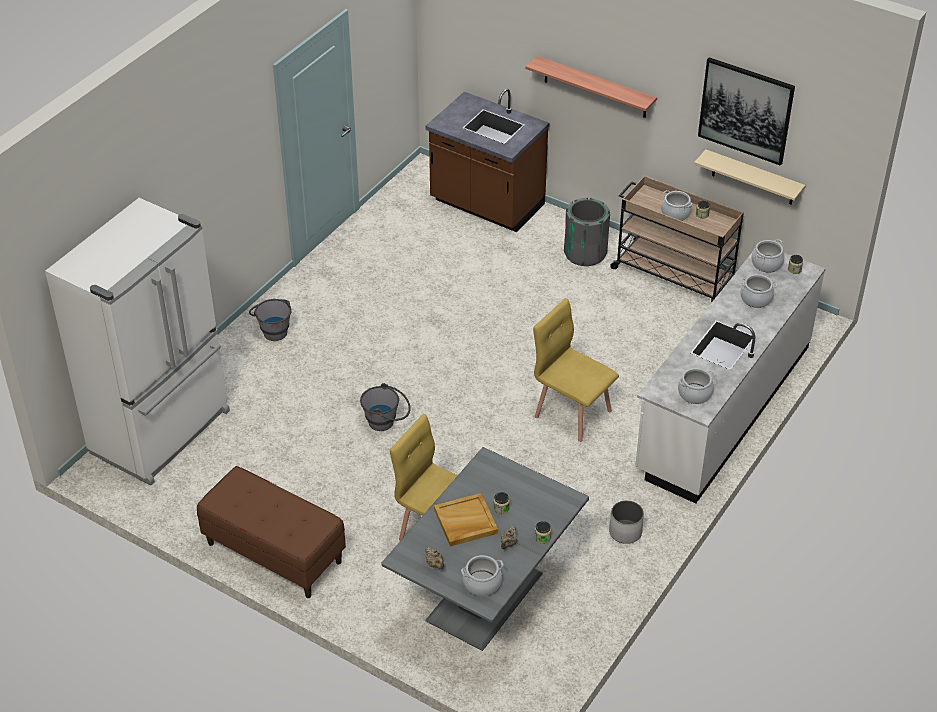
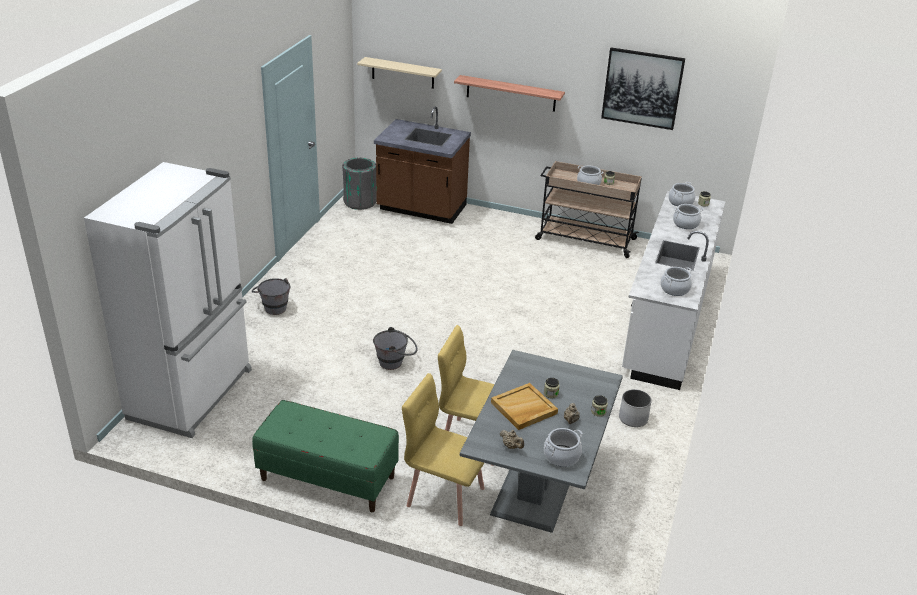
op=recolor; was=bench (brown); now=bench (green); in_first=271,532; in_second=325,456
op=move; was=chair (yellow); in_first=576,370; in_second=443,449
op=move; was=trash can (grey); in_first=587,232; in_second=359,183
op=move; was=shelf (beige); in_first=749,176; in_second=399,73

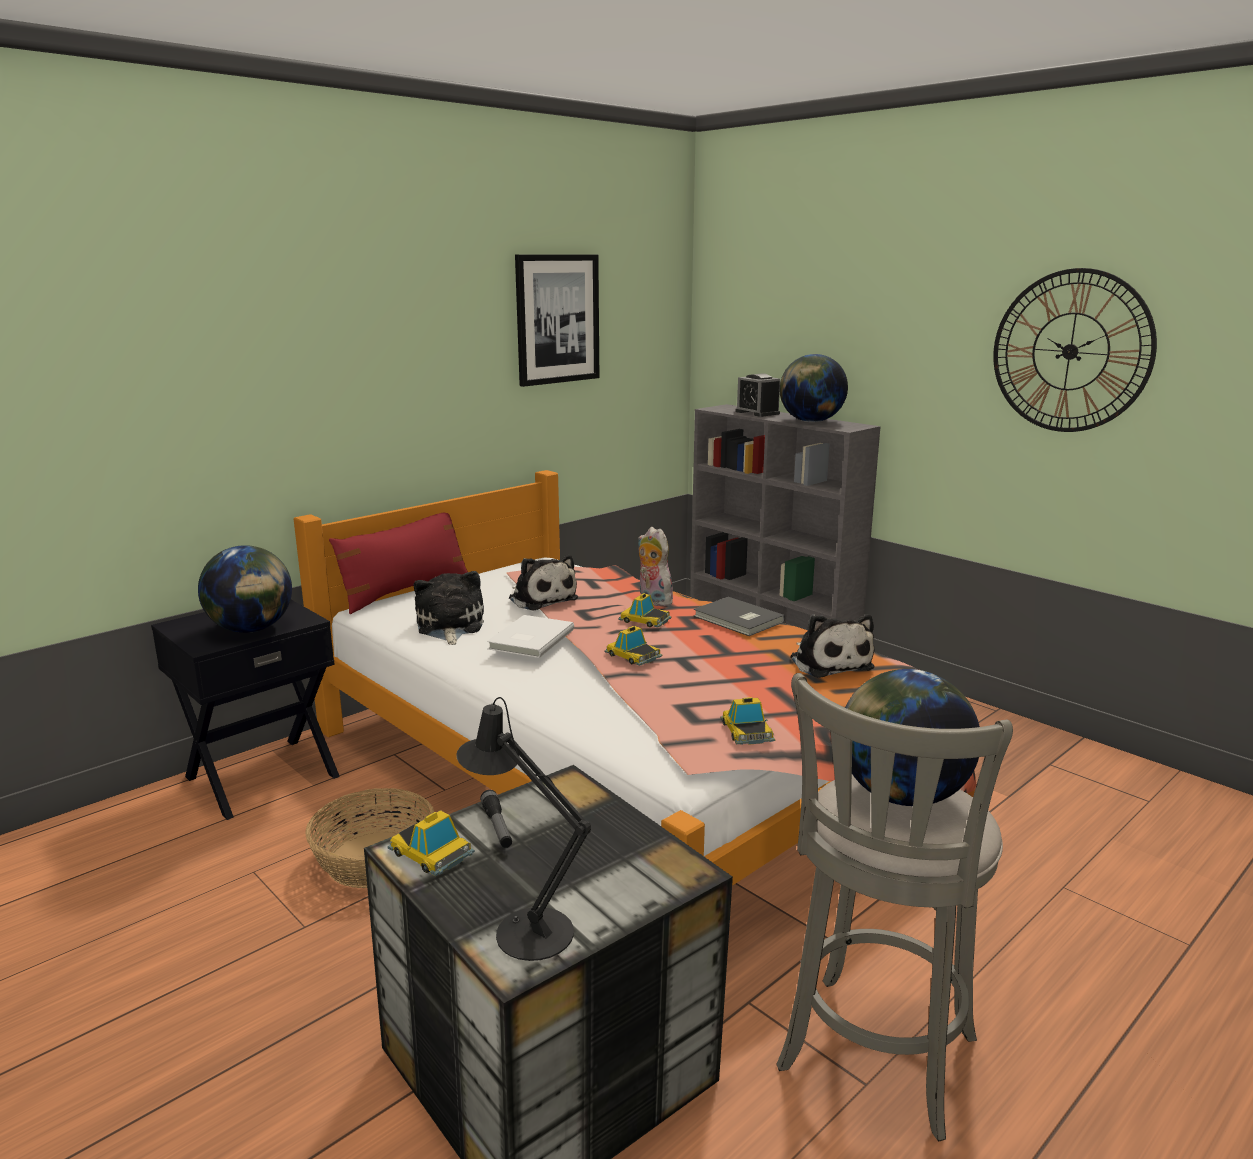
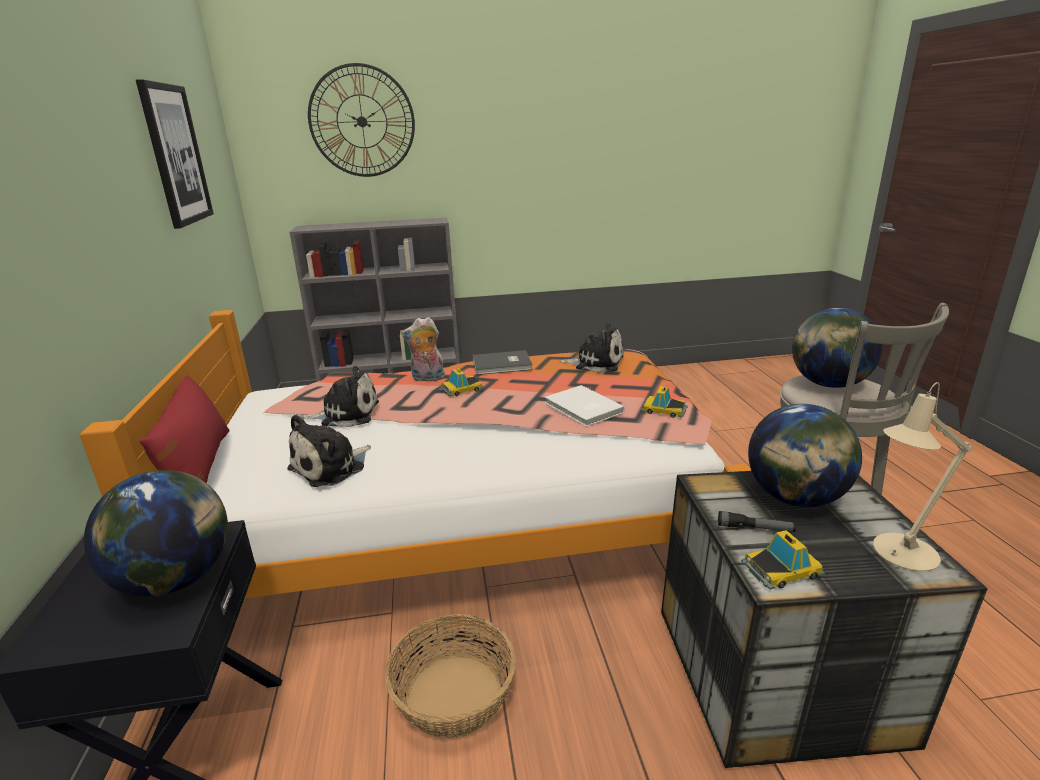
op=rotate; was=plush toy; in_first=449,608; in_second=329,450; clockwise=-75
op=recolor; was=table lamp (black); now=table lamp (beige); in_first=523,829; in_second=922,476
op=move; was=book (white); in_first=530,636; in_second=584,406
op=delete; was=toy car; in_first=634,646
op=delete; was=alarm clock; in_first=758,395
op=move; was=globe; in_first=814,388; in_second=805,455
op=move; was=wall clock; in_first=1075,350; in_second=361,120

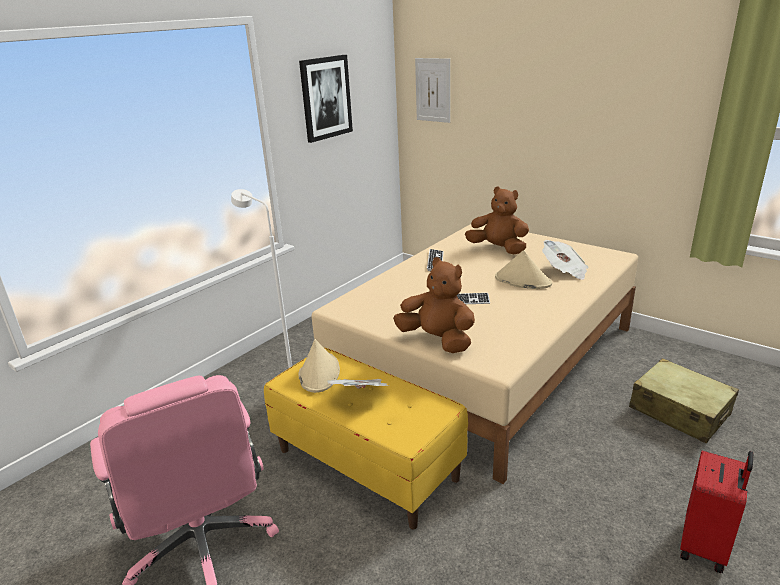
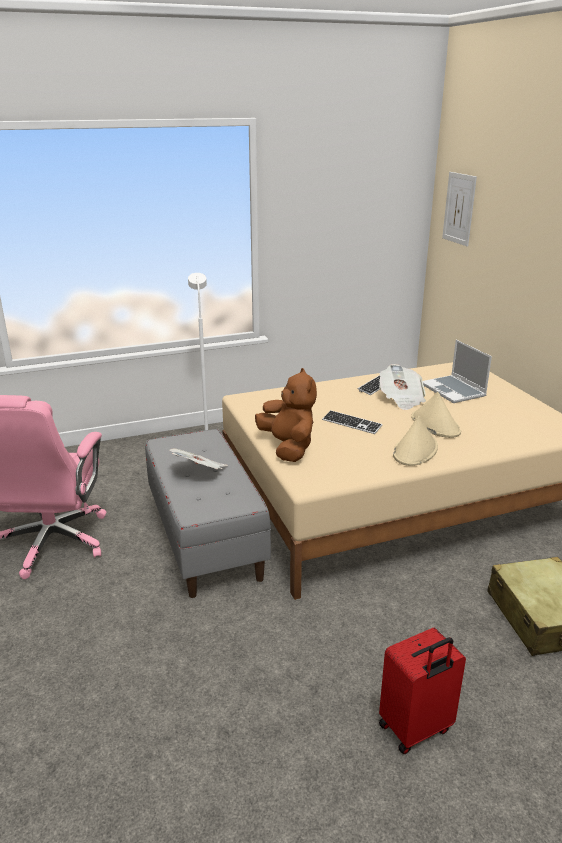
op=recolor; was=bench (yellow); now=bench (grey); in_first=366,438; in_second=208,513
op=delete; was=picture; in_first=326,99
op=move; was=hat (beige); in_first=319,366; in_second=415,441
op=replace; was=plush toy (brown); now=laptop; in_first=497,220; in_second=457,371
op=move; was=newspaper; in_first=565,260; in_second=402,387

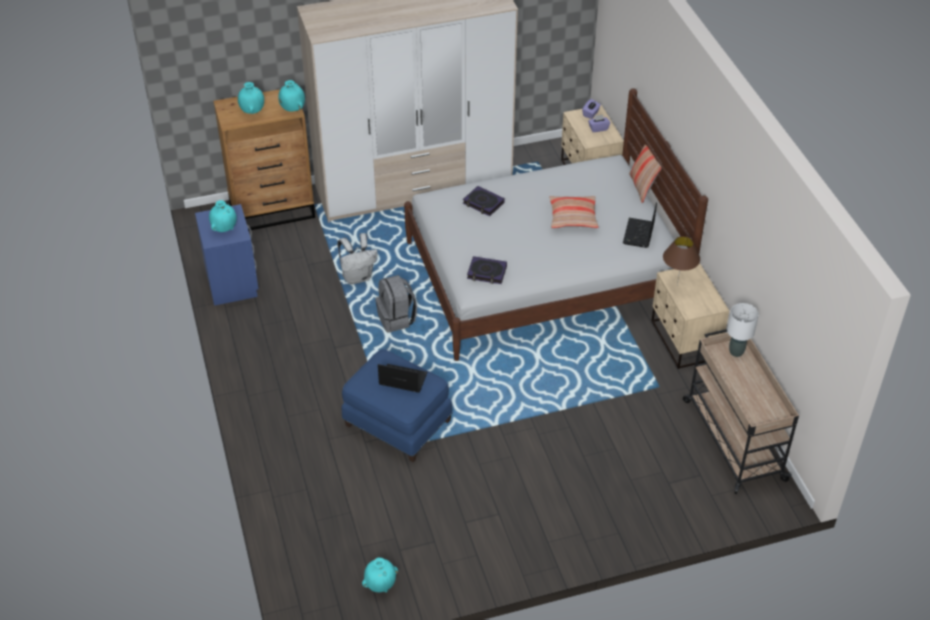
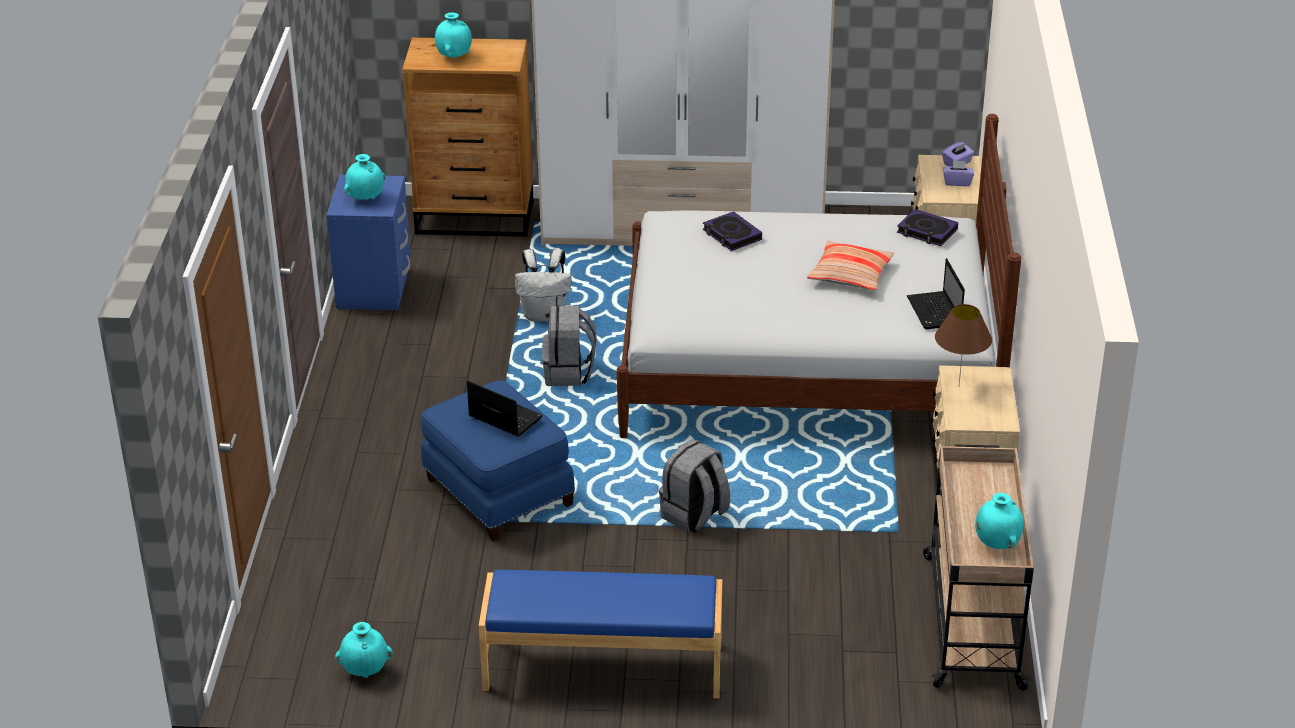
op=move; was=vase (turquoise); in_first=291,96; in_second=999,521
op=move; was=book; in_first=487,270; in_second=927,227
op=rotate; was=laptop; in_first=640,225; in_second=936,293; clockwise=-45
op=delete; was=pillow; in_first=645,172
op=delete; was=table lamp (white); in_first=743,330
op=insert; now=bench (blue); in_second=600,634
op=insert; now=backpack (grey); in_second=694,486

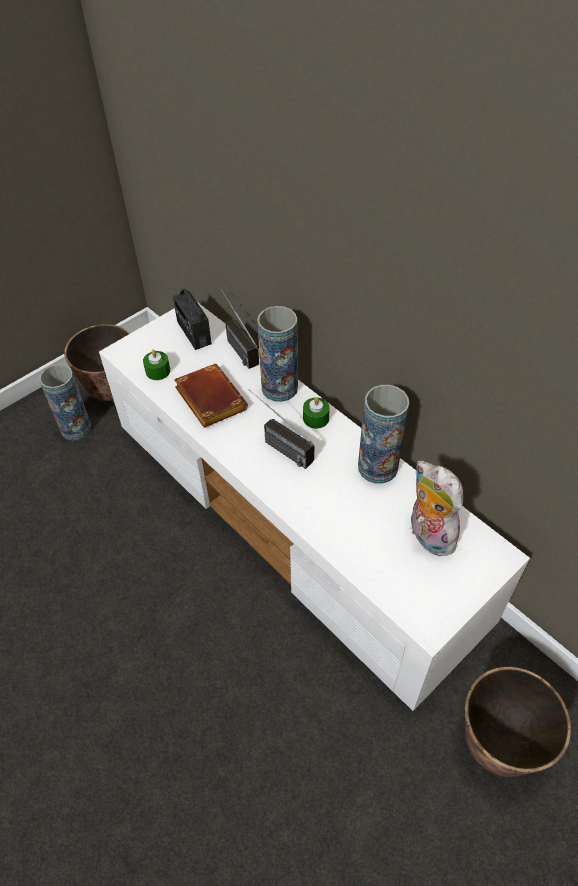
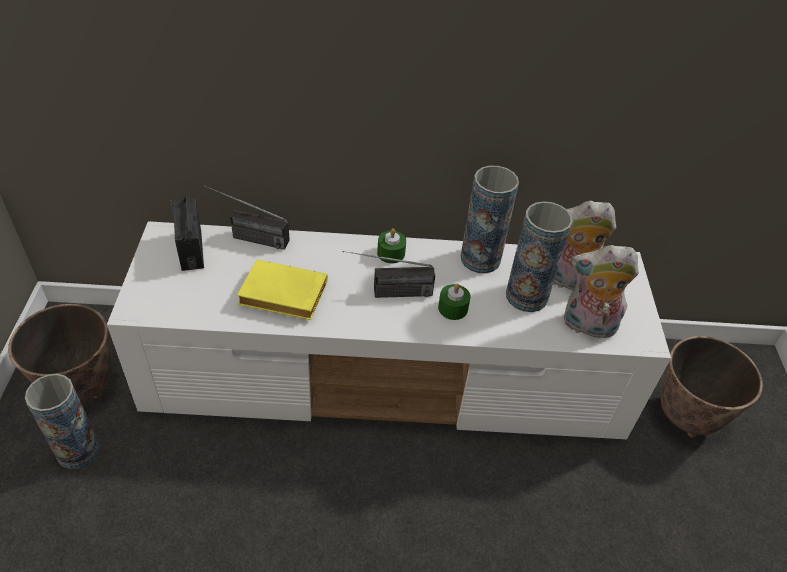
op=move; was=candle (green); in_first=156,365; in_second=454,301
op=rotate; was=radio; in_first=192,319; in_second=187,233; clockwise=60
op=recolor; was=book (brown); now=book (yellow); in_first=211,396; in_second=282,290
op=move; was=vase; in_first=277,354; in_second=539,256
op=insert; now=plush toy; in_second=601,293

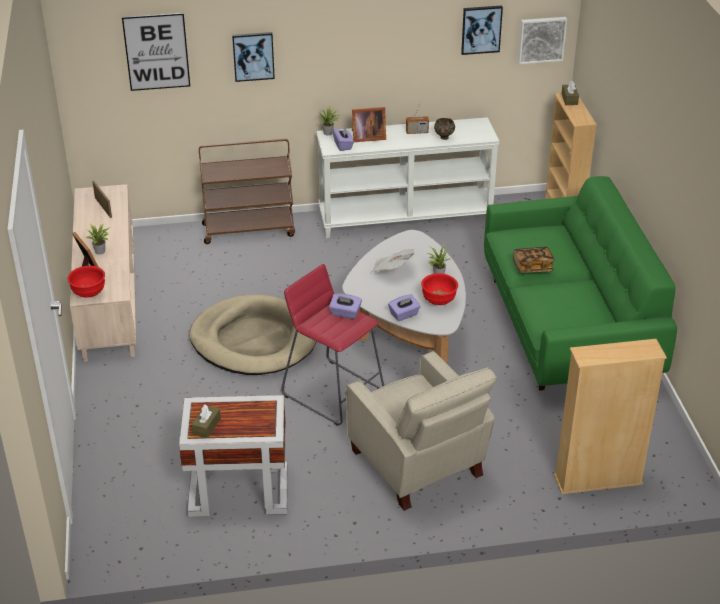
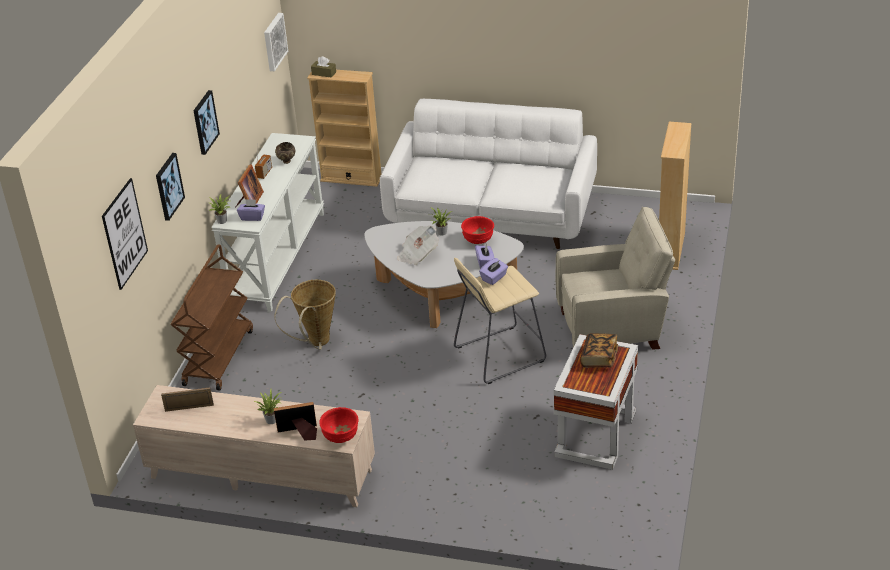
op=delete; was=dog bed (beige); in_first=253,335
op=delete; was=tissue box (brown); in_first=206,421
op=recolor; was=stool (red); now=stool (beige); in_first=332,345; in_second=500,321
op=move; was=picture; in_first=482,30; in_second=206,122
op=recolor; was=sofa (green); now=sofa (white); in_first=580,283; in_second=488,174
op=move; was=book; in_first=534,260; in_second=599,350
op=insert; now=basket; in_second=305,314

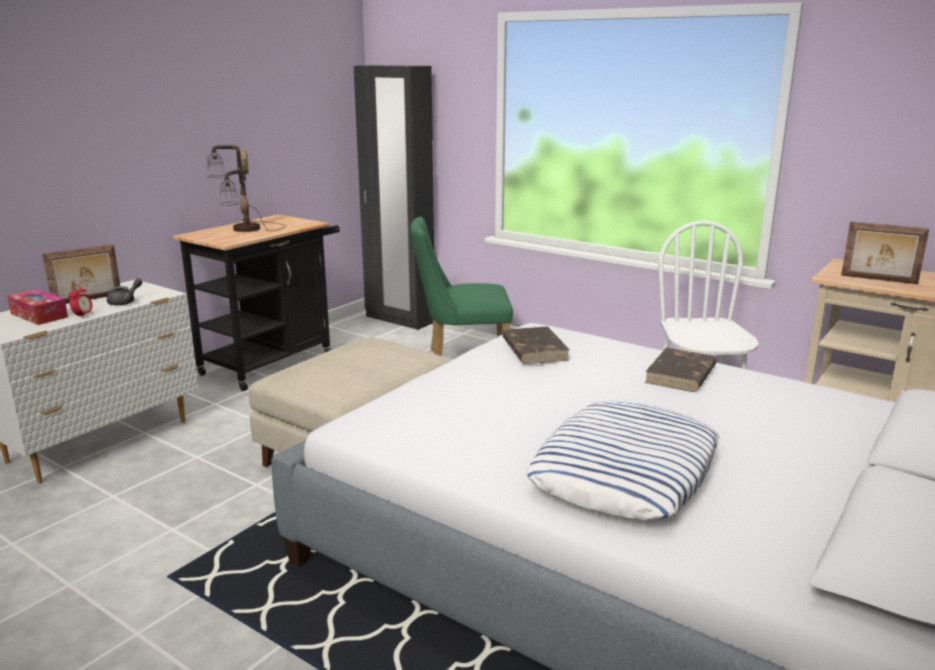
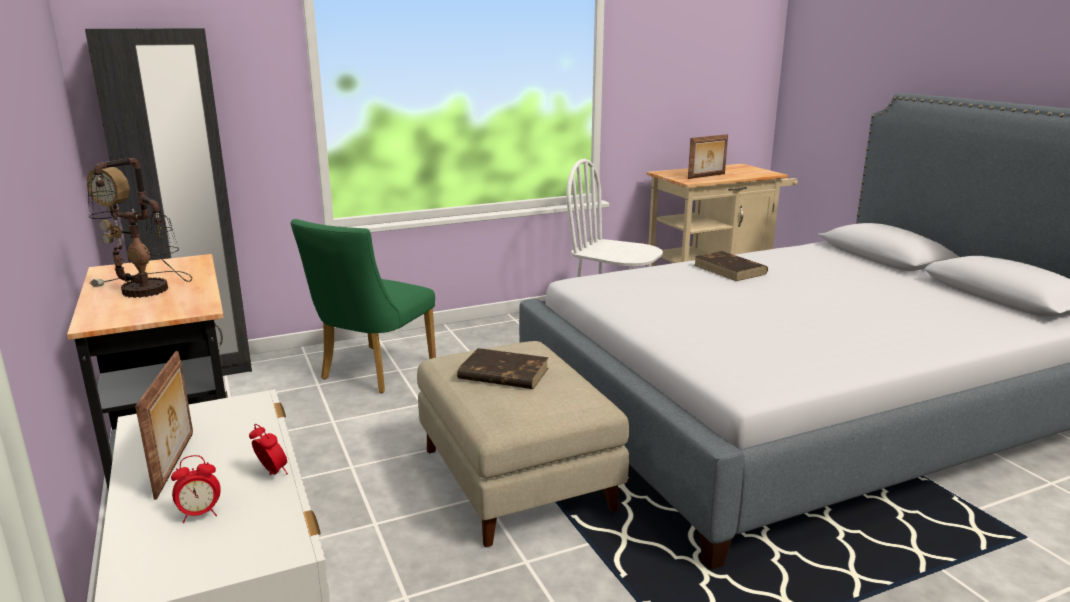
op=replace; was=tissue box; now=alarm clock; in_first=37,307; in_second=196,489
op=delete; was=teapot (grey); in_first=125,292
op=move; was=book (brown); in_first=536,345; in_second=503,368
op=delete; was=pillow; in_first=622,461

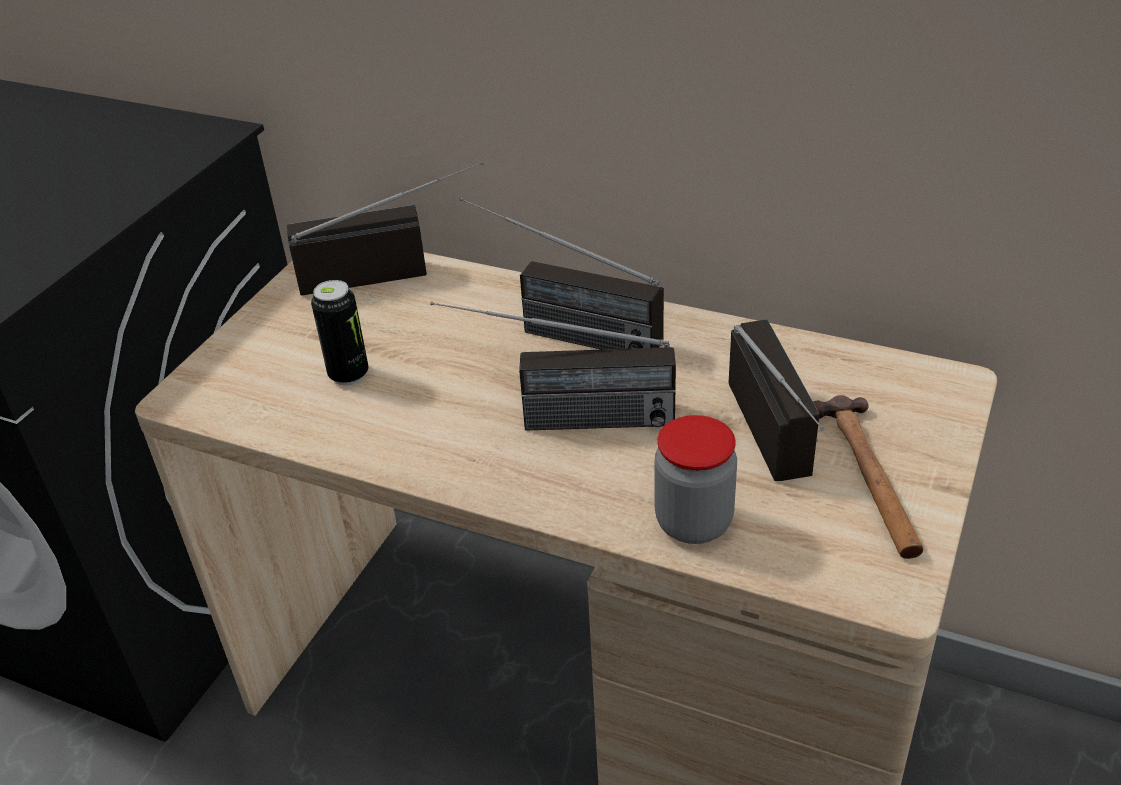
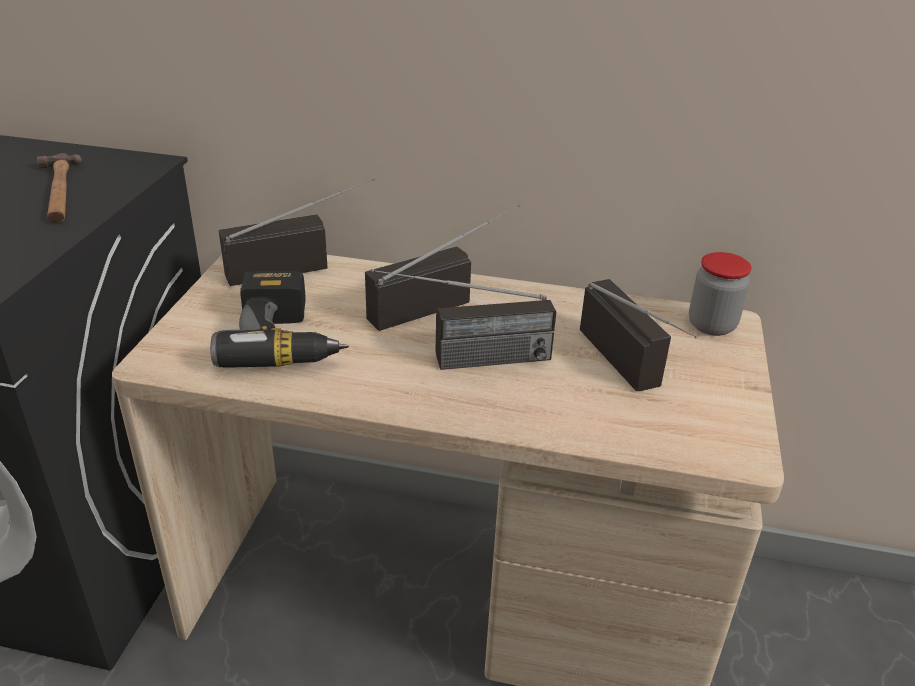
op=replace; was=can; now=power drill; in_first=340,332; in_second=279,319
op=rotate; was=radio; in_first=562,273; in_second=442,267; clockwise=135
op=move; was=jar; in_first=696,479; in_second=720,294
op=move; was=hammer; in_first=868,477; in_second=59,188

